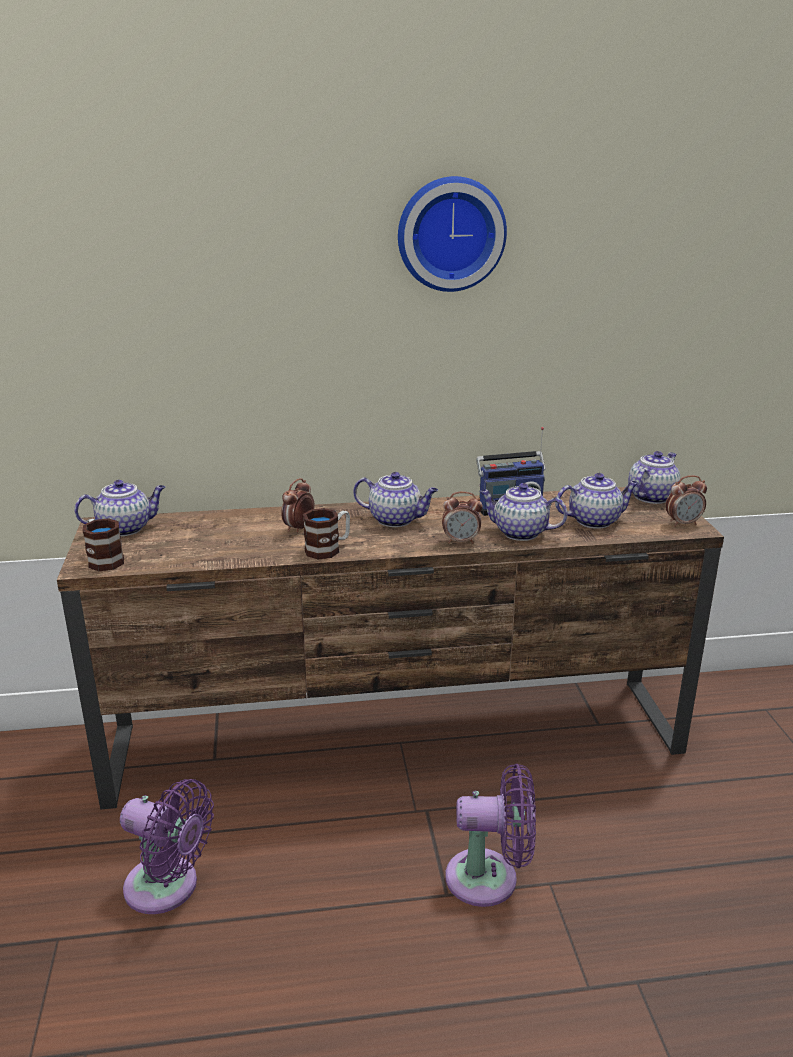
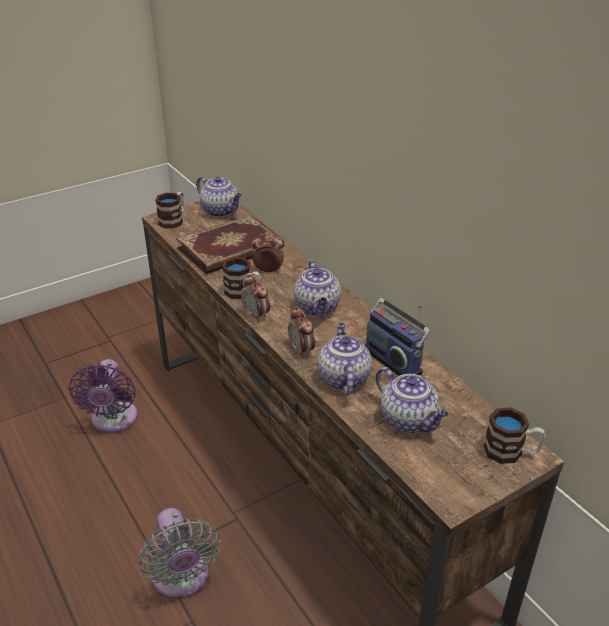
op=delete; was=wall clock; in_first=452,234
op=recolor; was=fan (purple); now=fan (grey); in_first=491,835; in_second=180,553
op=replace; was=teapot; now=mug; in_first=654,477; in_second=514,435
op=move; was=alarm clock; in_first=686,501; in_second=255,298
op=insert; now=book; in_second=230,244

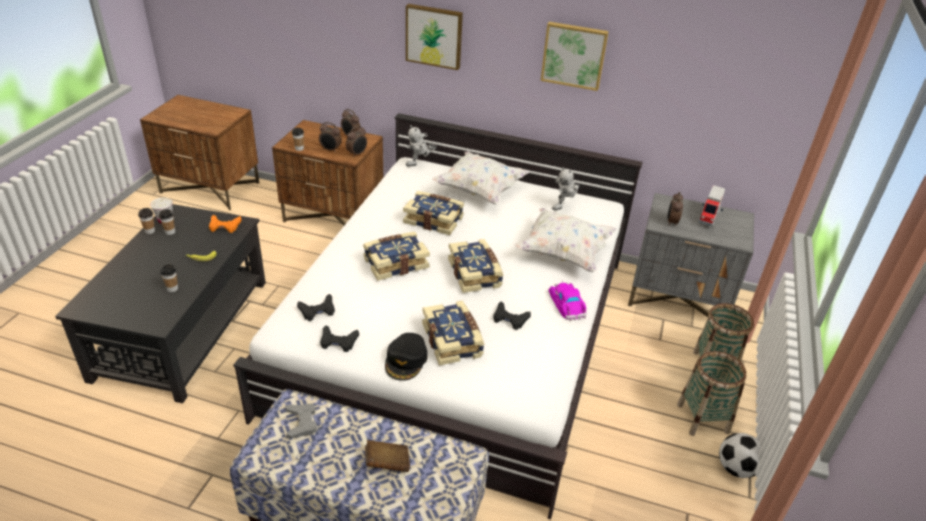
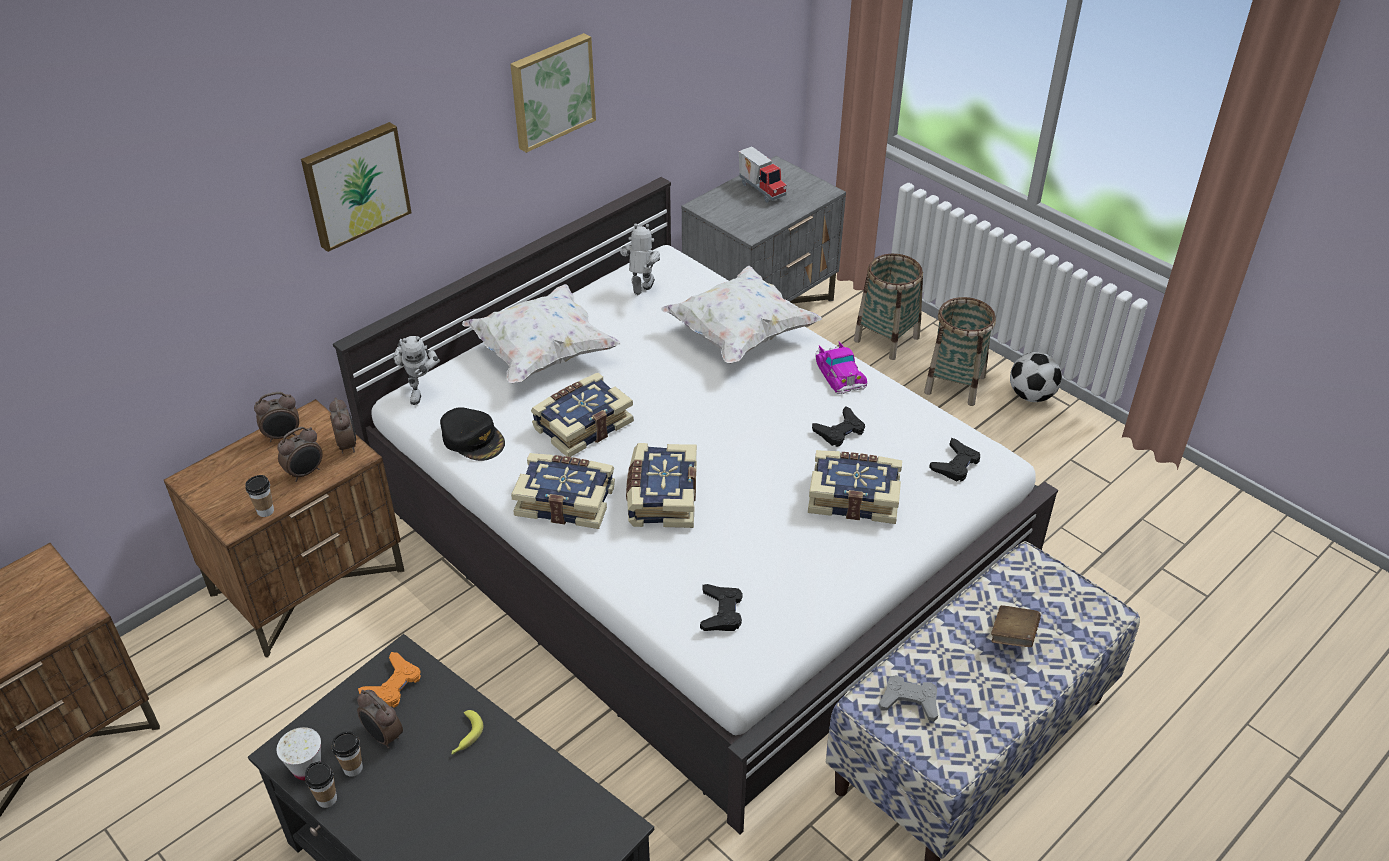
op=delete; was=cup; in_first=169,278
op=move; was=game controller (black); in_first=339,338; in_second=954,459
op=move; was=cap (black); in_first=406,357; in_second=472,434
op=move; was=book; in_first=476,266; in_second=563,491
op=rotate; was=toy car; in_first=568,300; in_second=841,367; clockwise=-120
op=rotate; was=toy robot; in_first=566,188; in_second=640,259; clockwise=-150
op=move; was=alarm clock; in_first=675,209; in_second=380,719

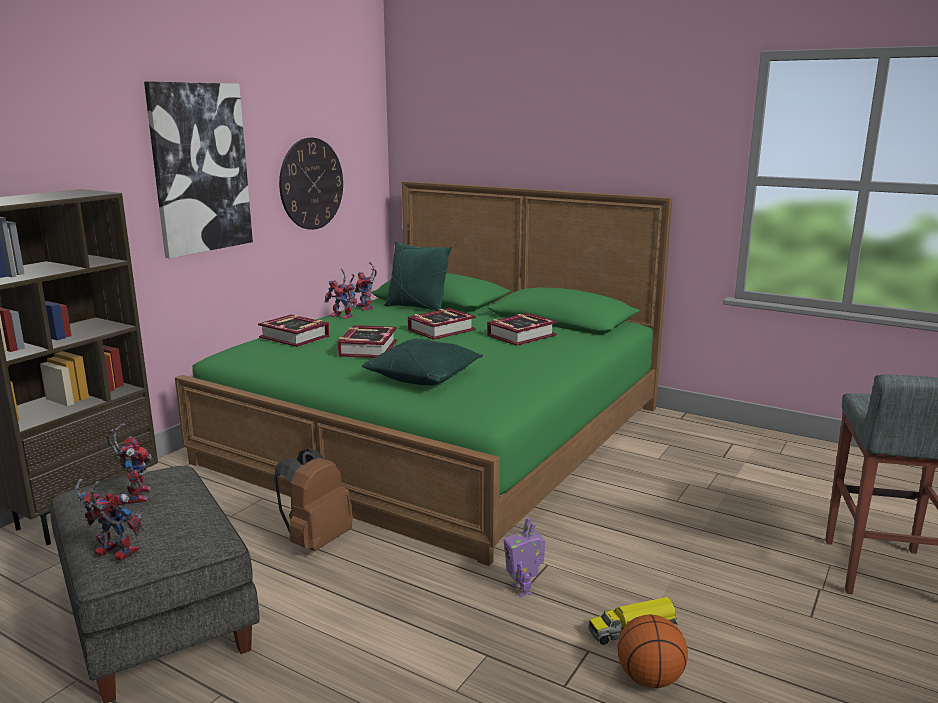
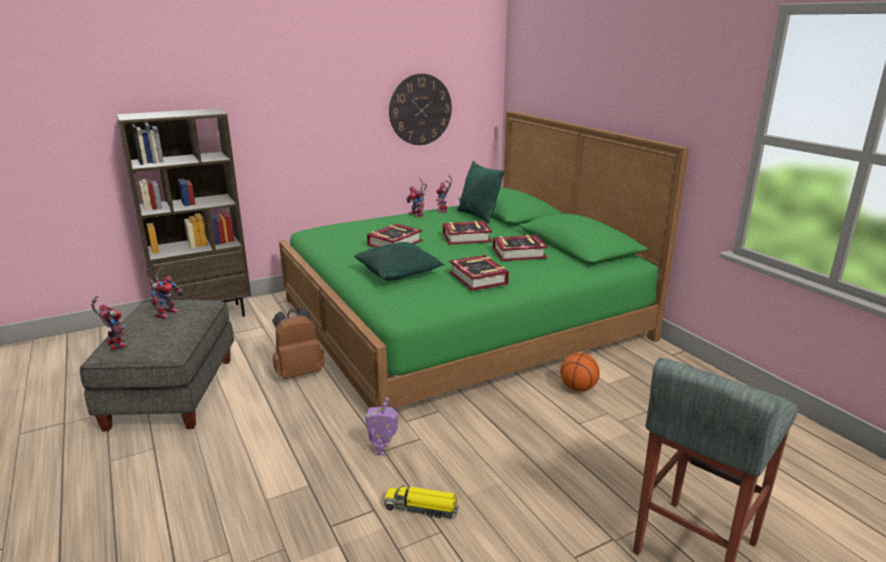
op=delete; was=picture; in_first=198,169
op=move; was=book; in_first=294,330; in_second=479,273
op=move; was=basketball; in_first=652,651; in_second=580,372

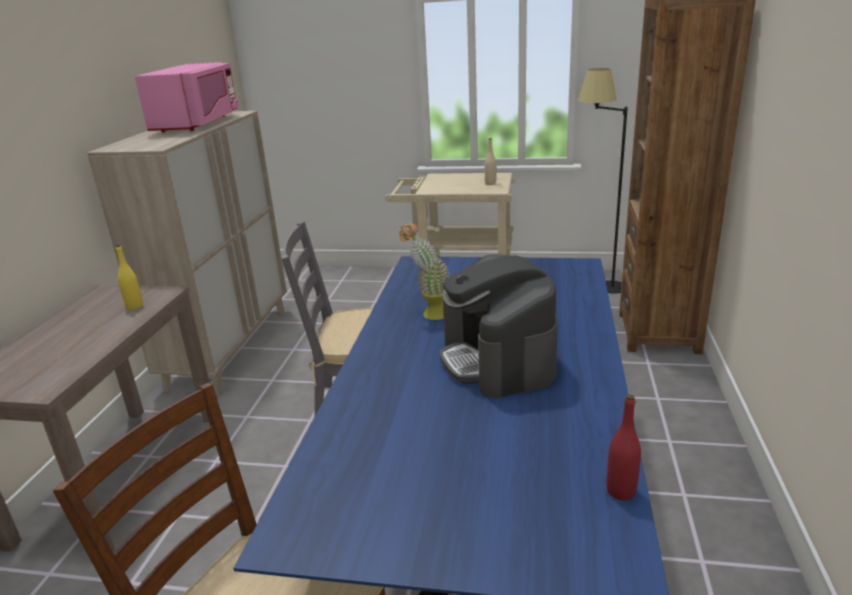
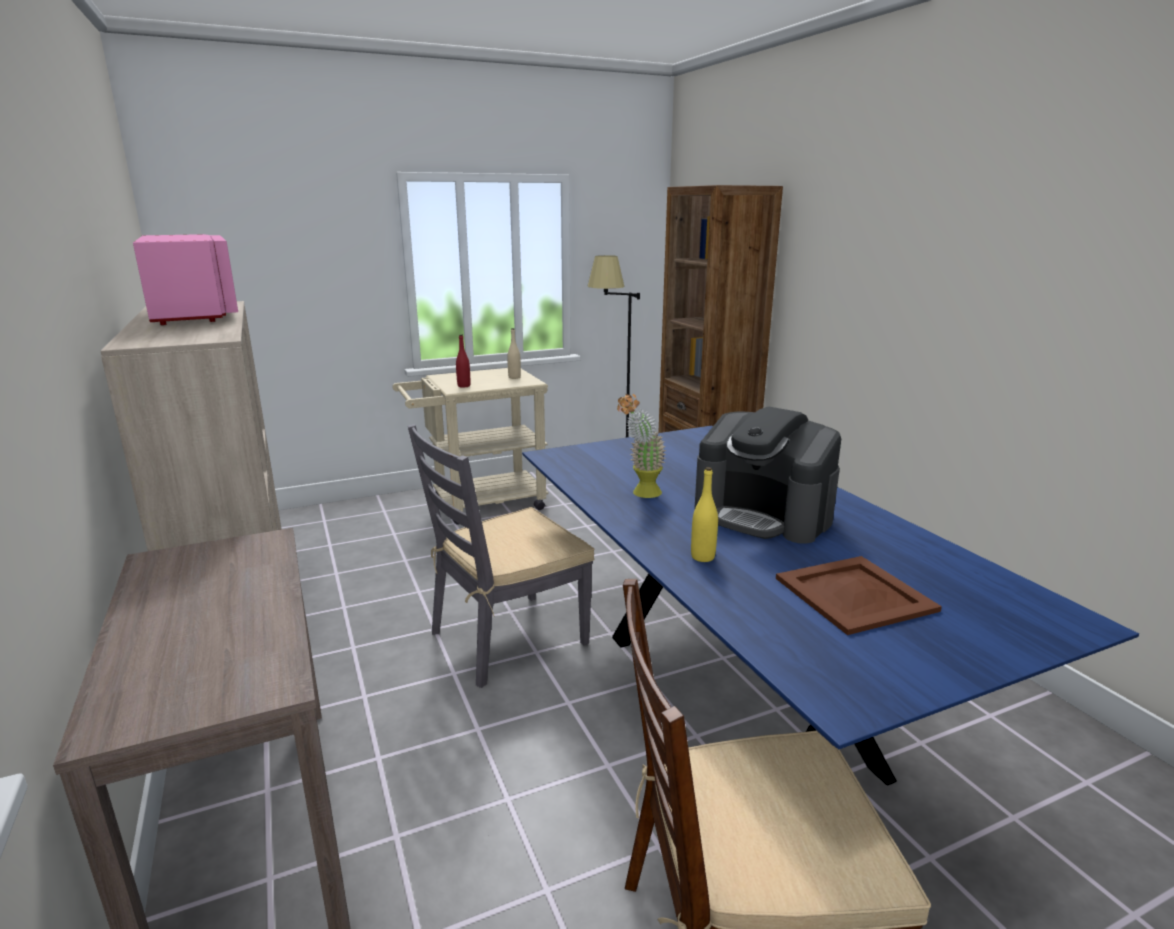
op=move; was=bottle (yellow); in_first=129,277; in_second=704,514
op=move; was=bottle (red); in_first=624,447; in_second=463,361
op=insert; now=tray (brown); in_second=859,595

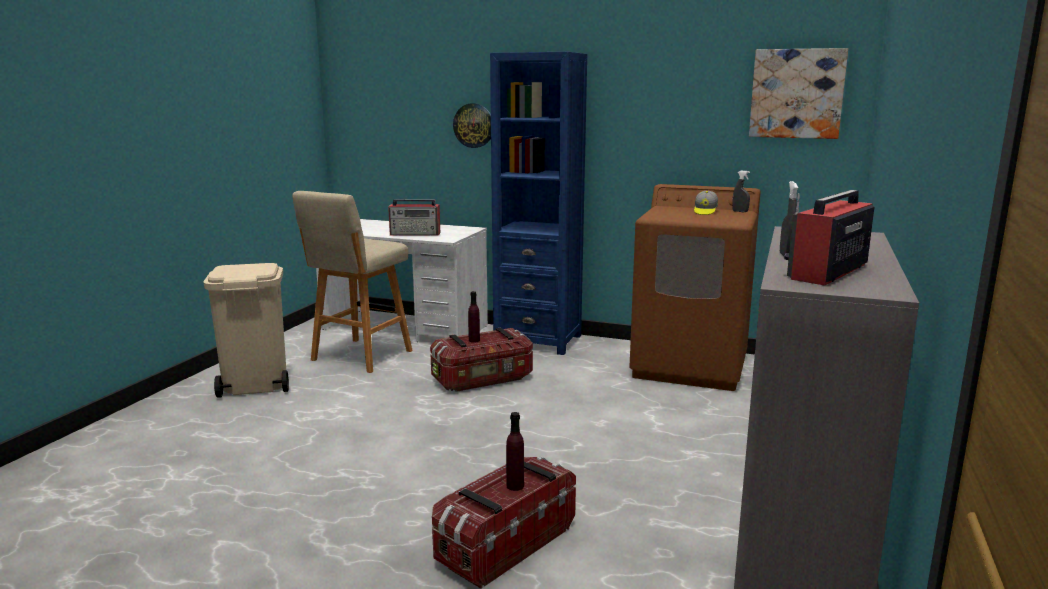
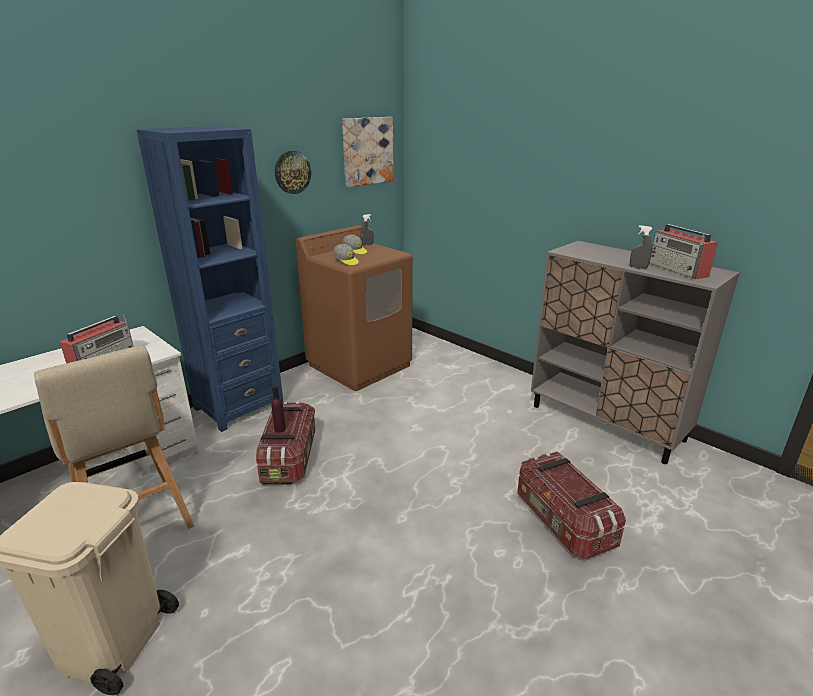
op=move; was=wall clock; in_first=472,125; in_second=293,172
op=delete; was=bottle (purple); in_first=515,451
op=insert; now=cap; in_second=346,255

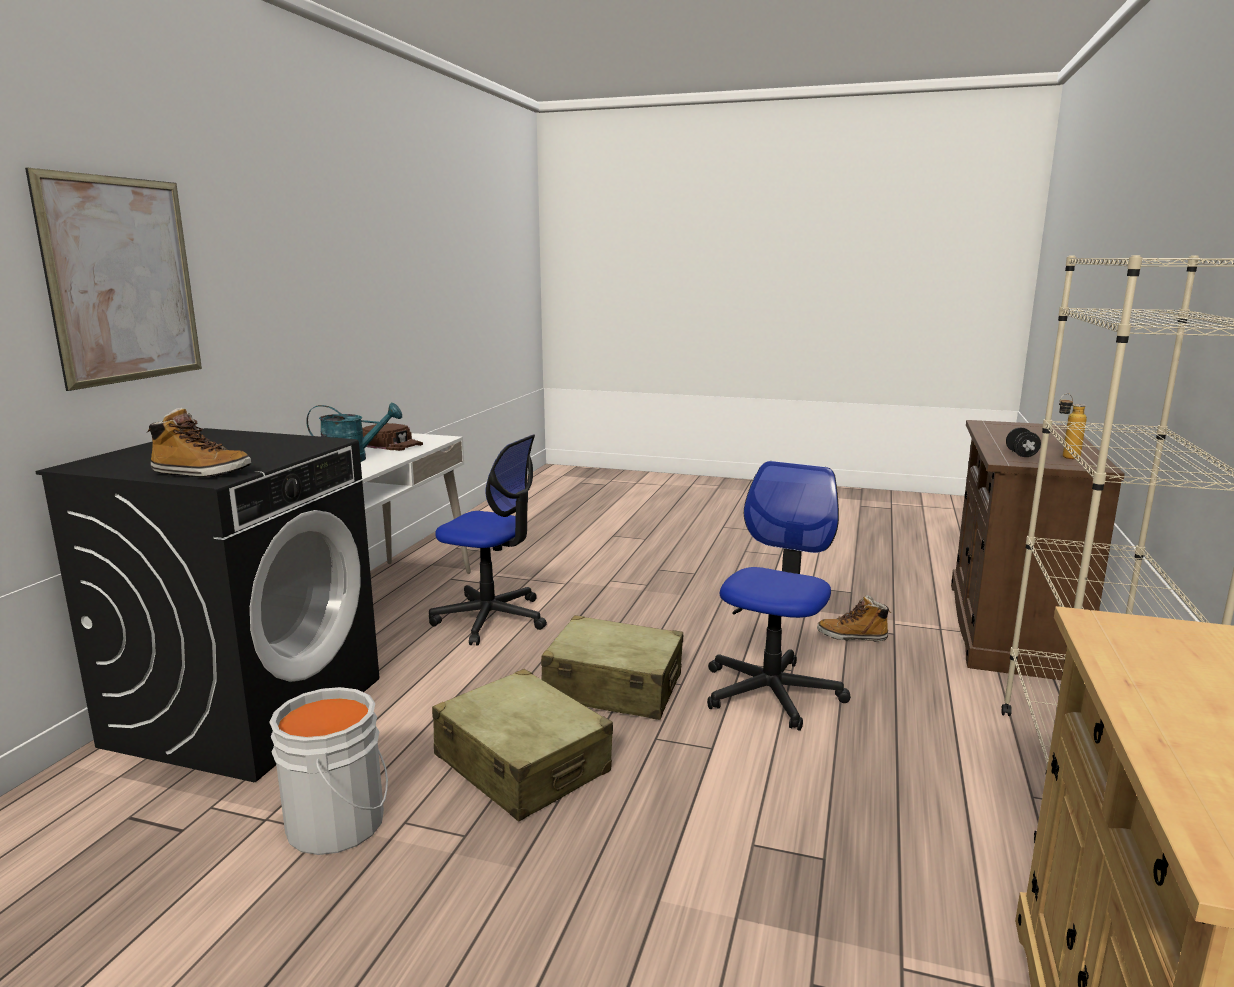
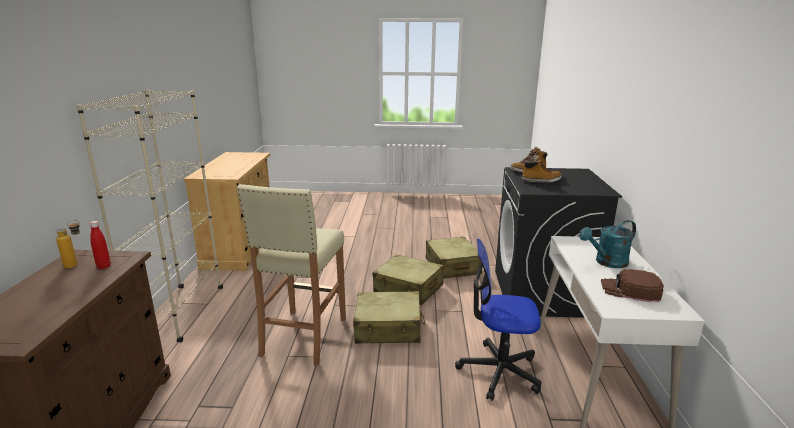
op=delete; was=picture; in_first=113,279
op=replace; was=bucket (grey); now=suitcase (beige); in_first=328,771; in_second=454,257
op=replace; was=office chair; now=stool (beige); in_first=779,596; in_second=291,275
op=move; was=boot; in_first=854,618; in_second=542,169
op=replace; was=dumbbell (black); now=bottle (red); in_first=1023,442; in_second=100,245

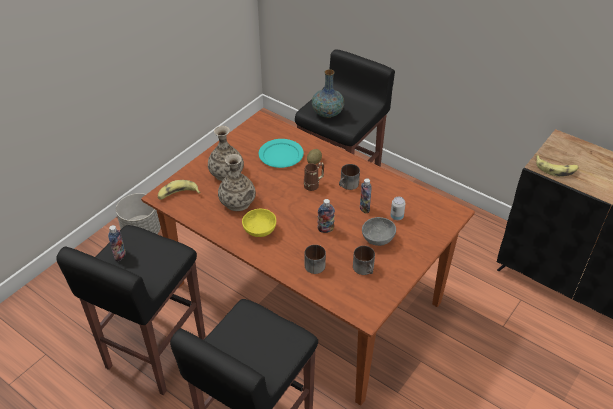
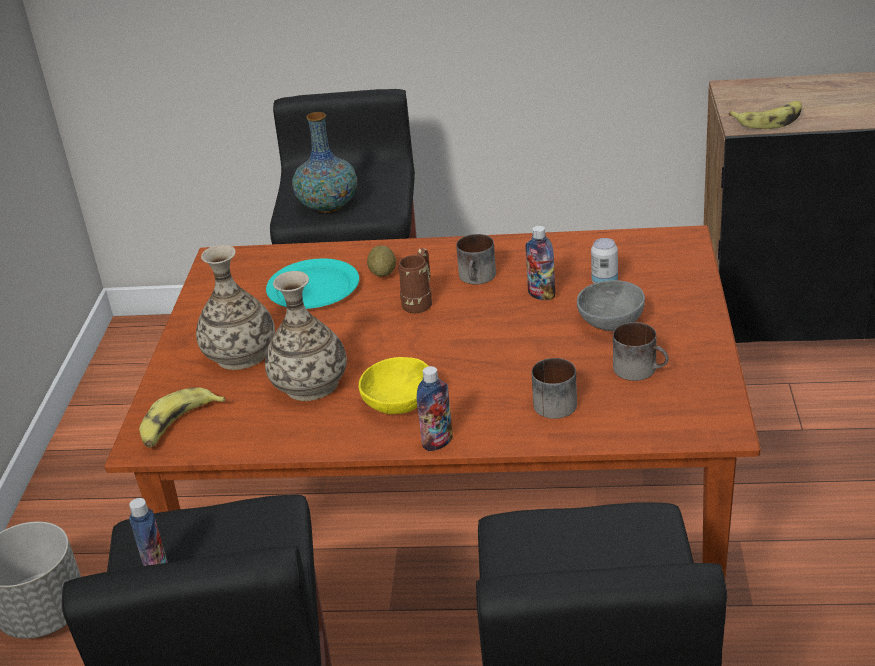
op=move; was=bottle; in_first=326,216; in_second=435,408

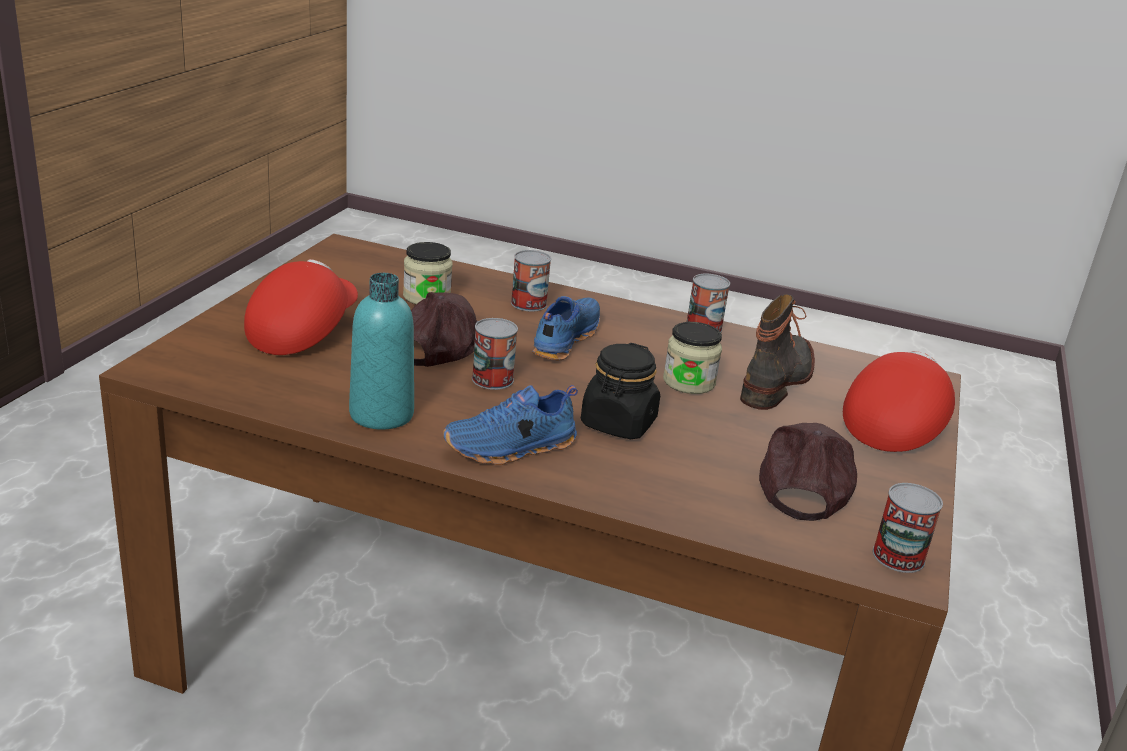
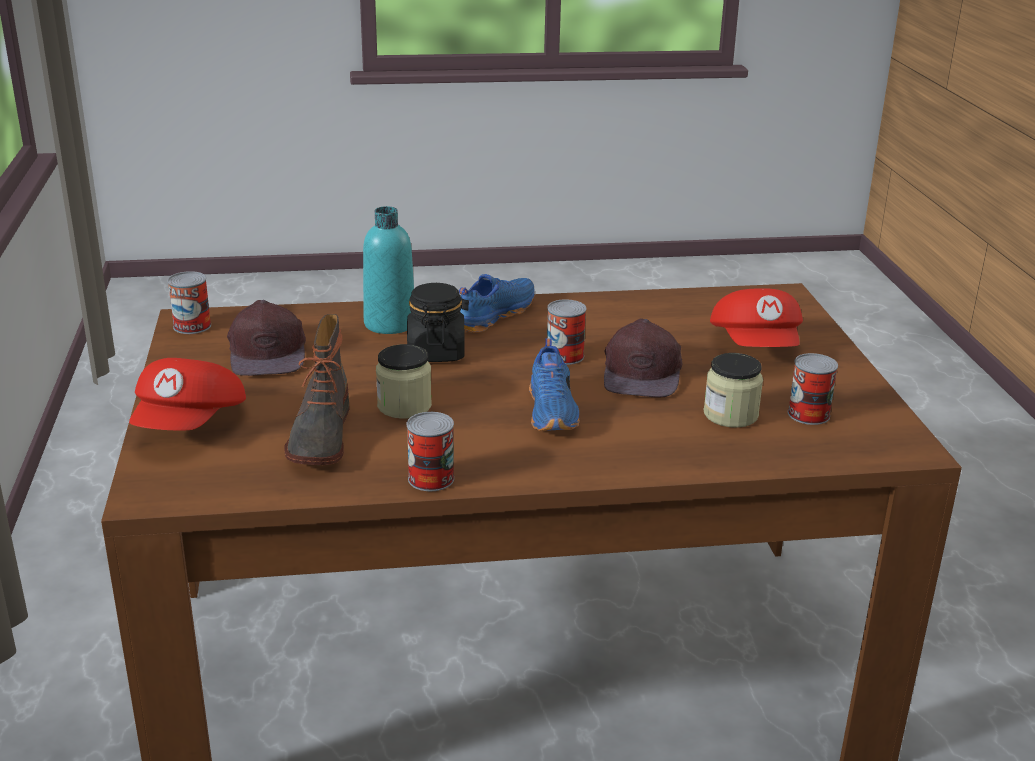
op=move; was=bottle (turquoise); in_first=381,351; in_second=388,270
op=move; was=can; in_first=531,281; in_second=813,389

